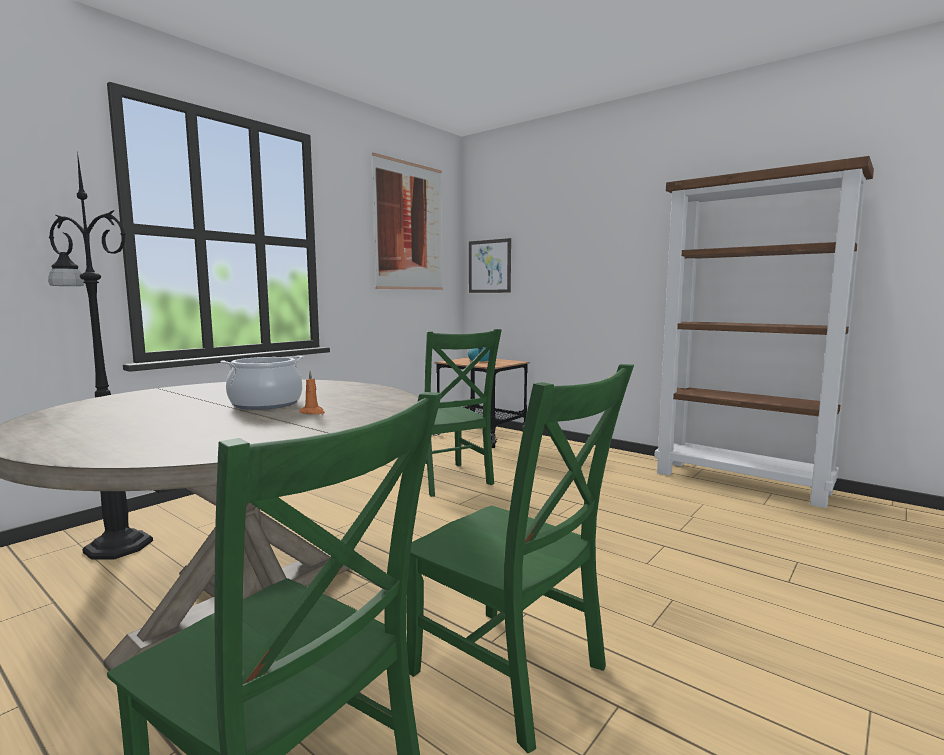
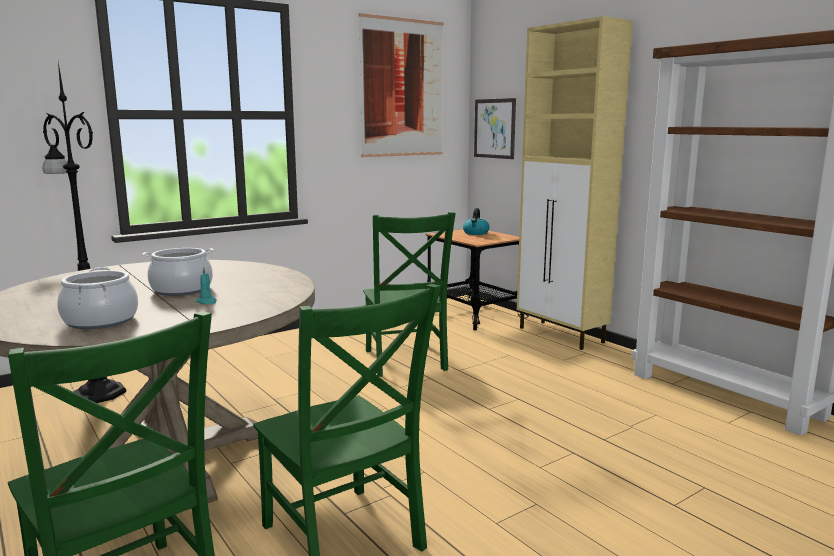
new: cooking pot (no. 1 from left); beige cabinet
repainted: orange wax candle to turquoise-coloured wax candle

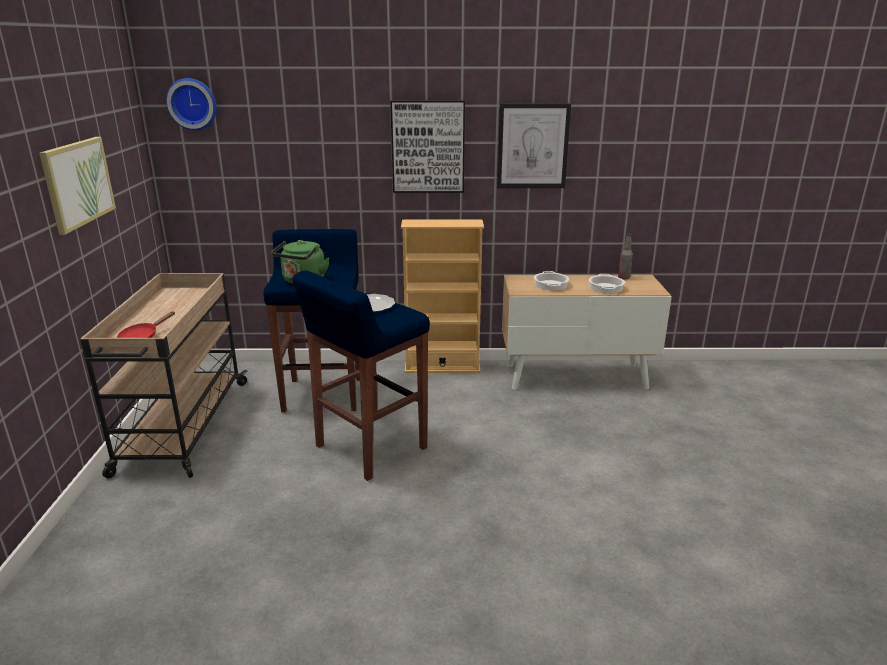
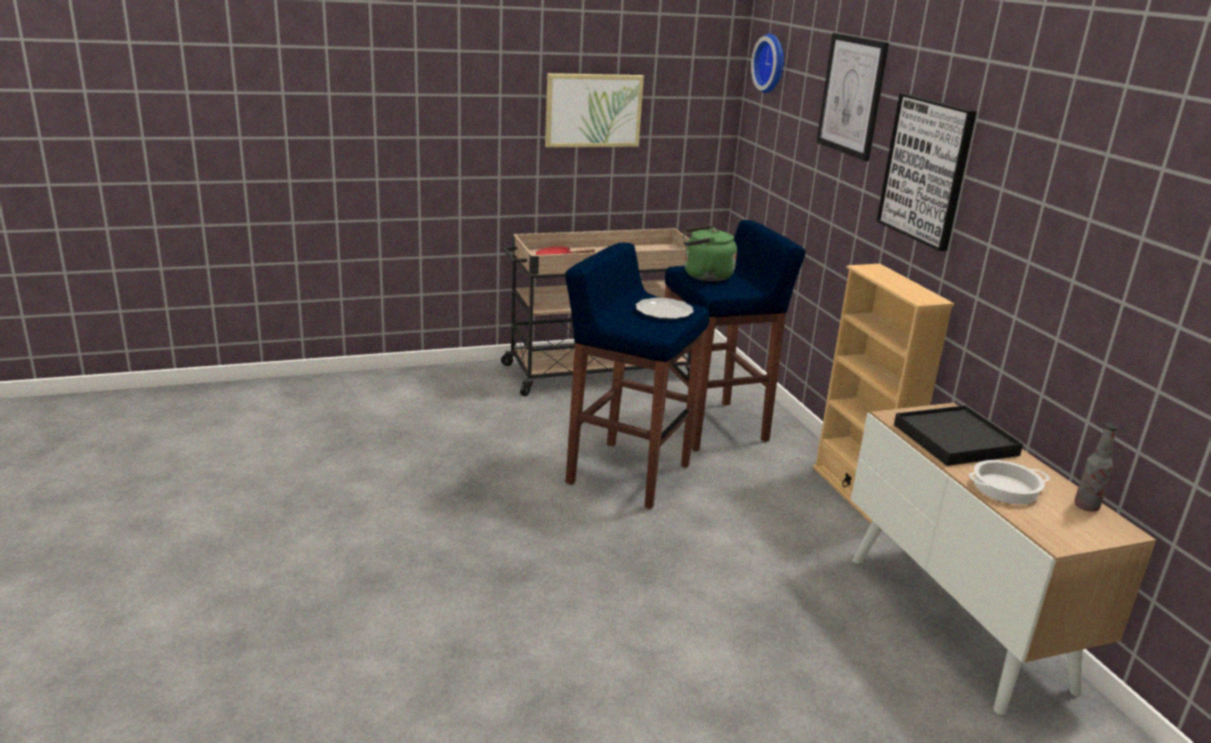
shifted: wall picture (no. 3 from left in the first image) to wall picture (no. 2 from left)
swapped: cooking pot (no. 1 from left) to black carrying tray

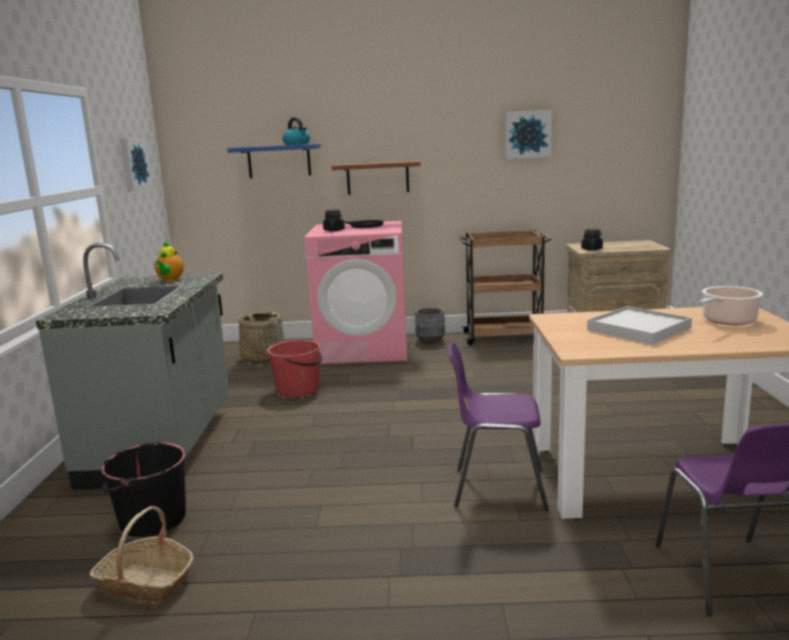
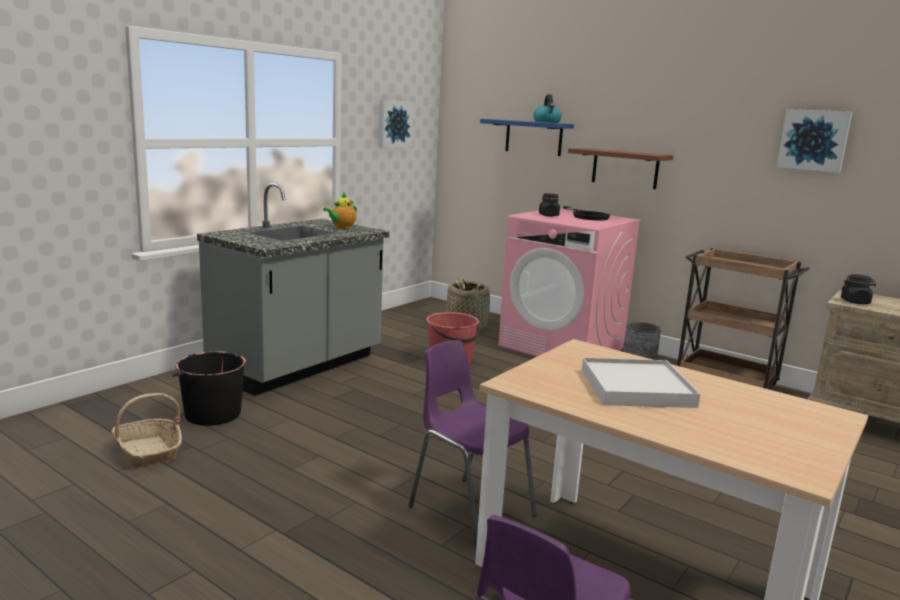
gone: cooking pot

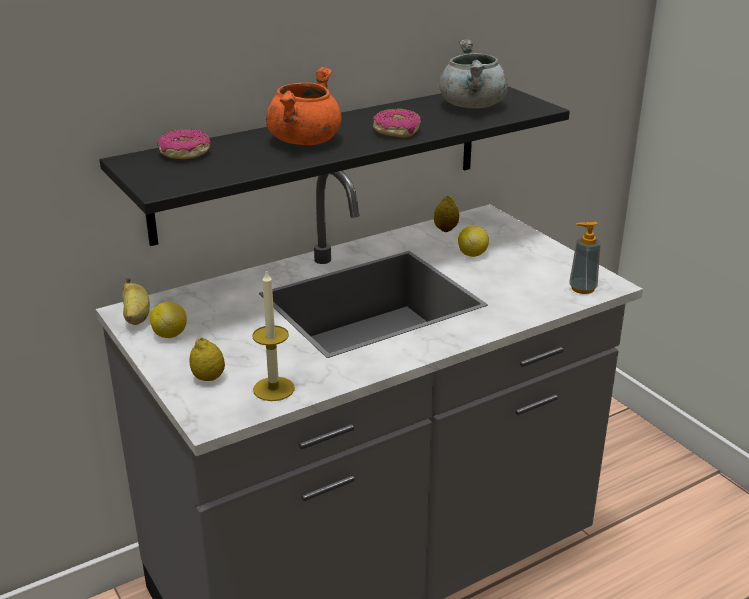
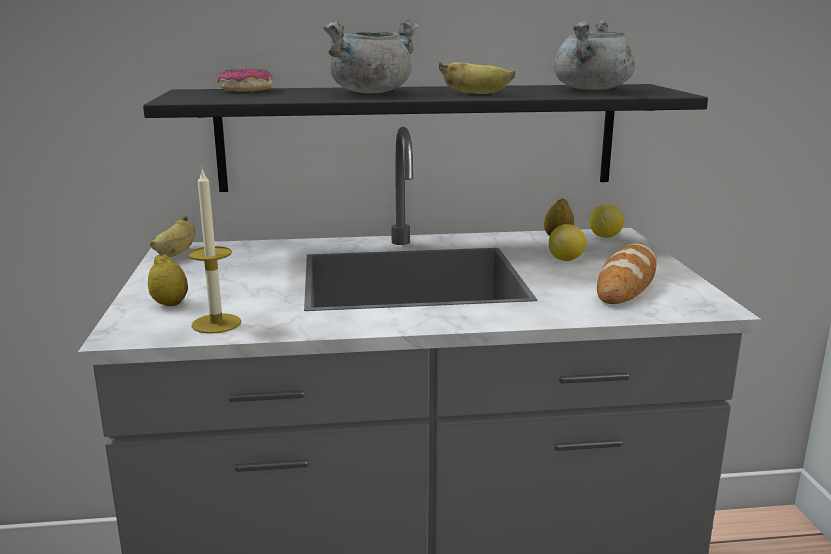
gone: liquid soap bottle
new: bread
shifted: citrus fruit (no. 1 from left in the first image) to citrus fruit (no. 4 from left)
swapped: doughnut (no. 2 from left) to banana (no. 2 from left)
repainted: orange cooking pot to grey cooking pot (no. 1 from left)

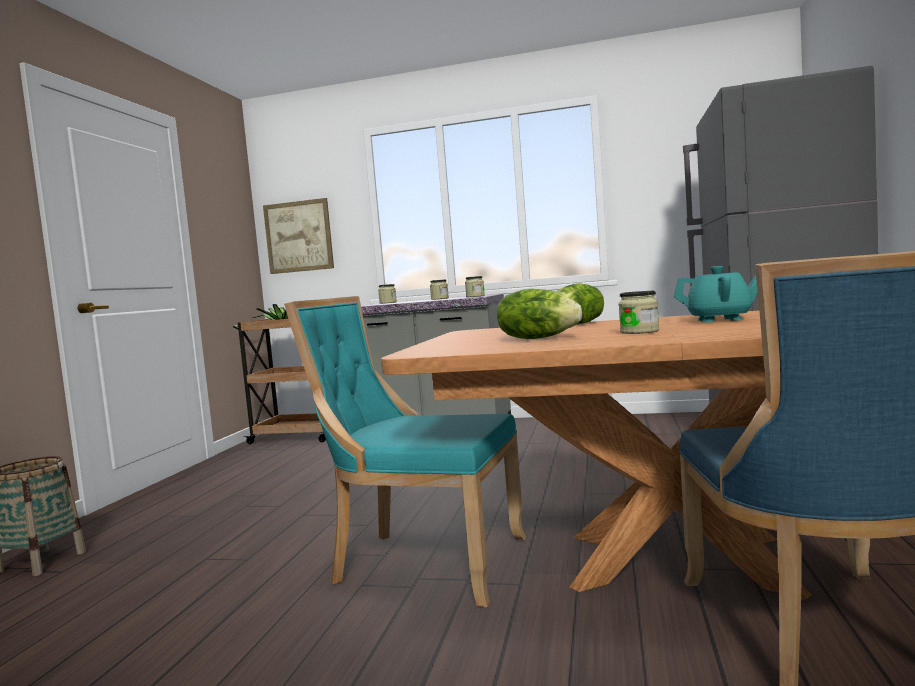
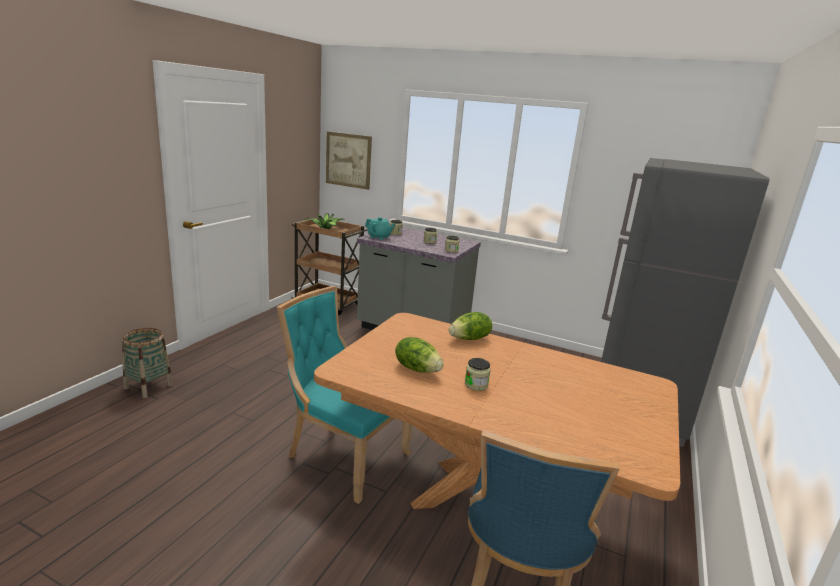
shifted: turquoise-coloured tea pot

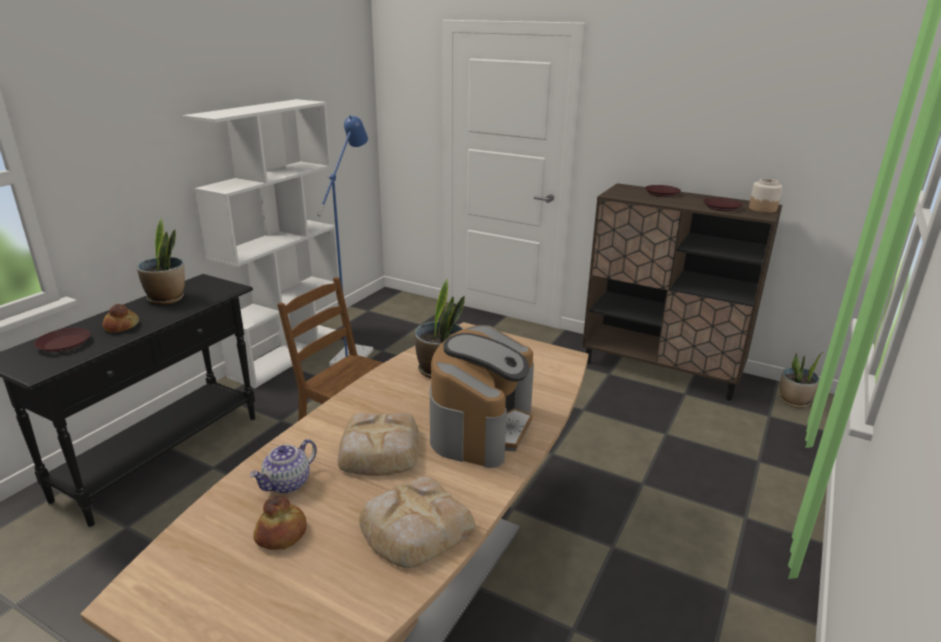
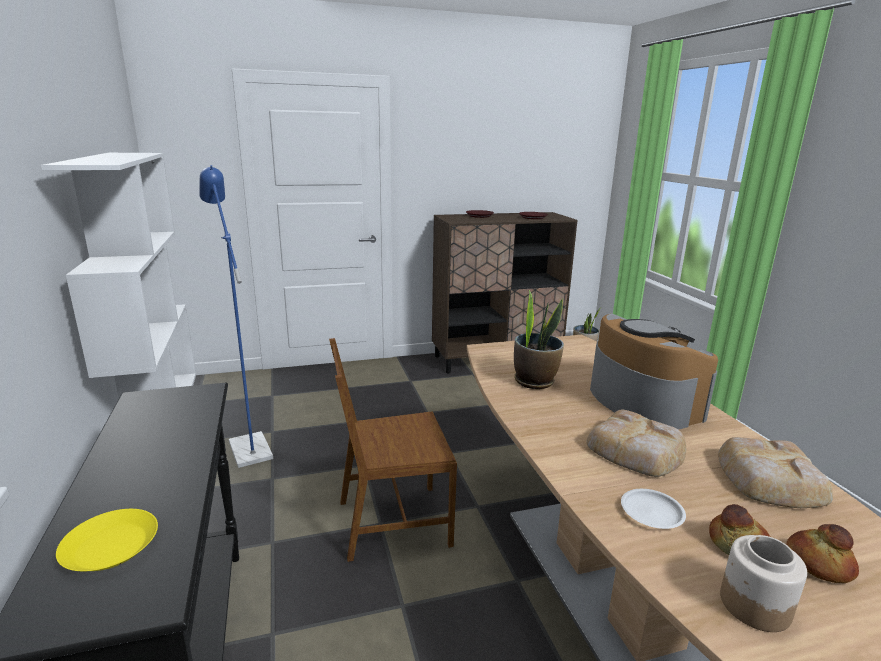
gone: potted plant (no. 1 from left)
shifted: jar; bread (no. 1 from left in the first image) to bread (no. 4 from left)
swapped: tea pot to white dinner plate
repainted: brown dinner plate (no. 1 from left) to yellow dinner plate

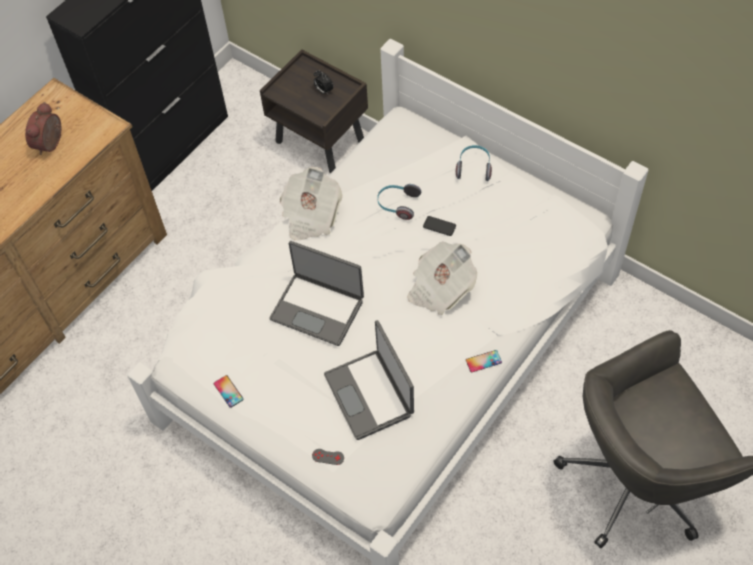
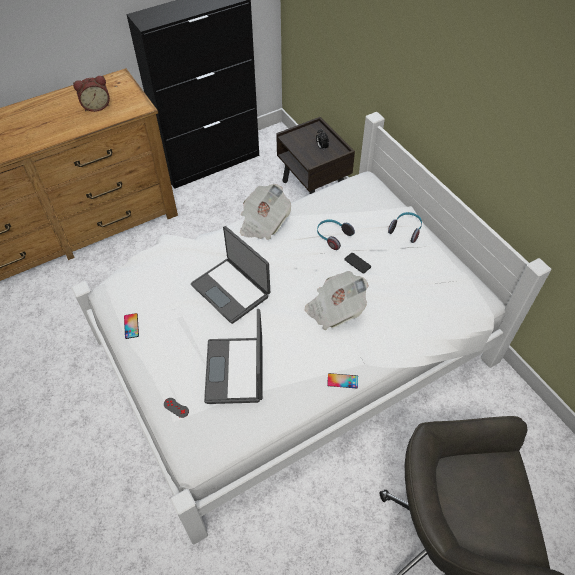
rotated: bedside clock (no. 1 from left) 150 degrees counterclockwise

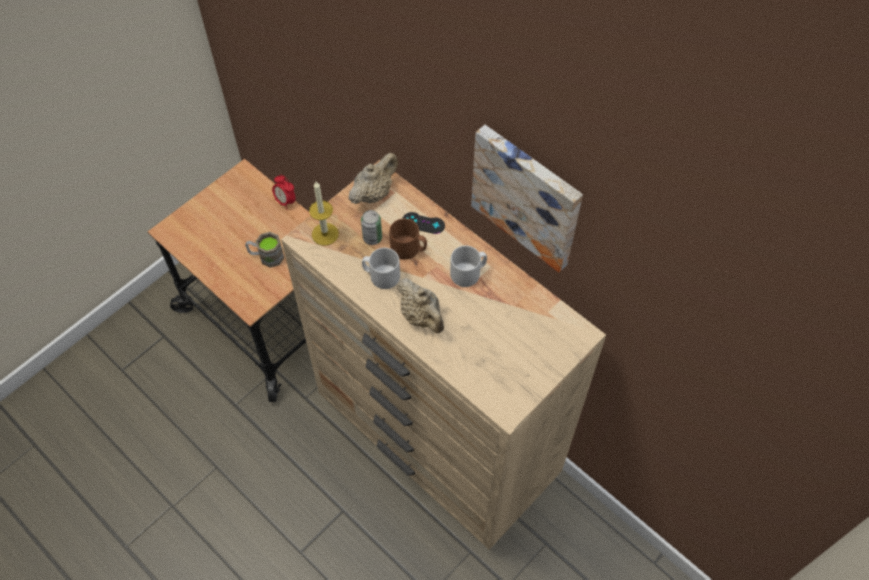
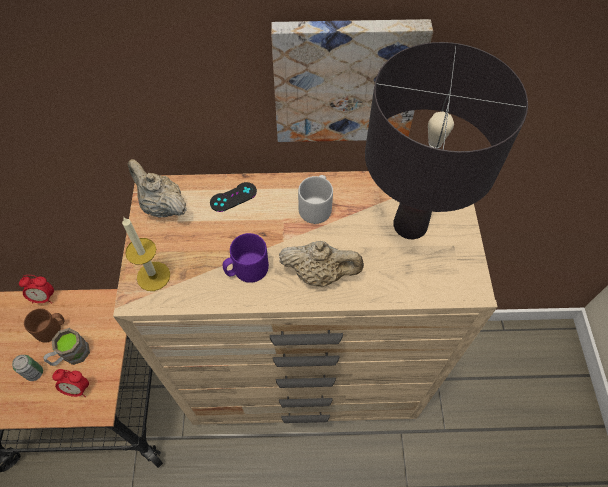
new: bedside clock (no. 2 from left); black lamp for a table
shifted: can; brown coffee mug (no. 2 from left in the first image) to brown coffee mug (no. 1 from left)
repainted: grey coffee mug (no. 1 from left) to purple coffee mug
rotated: beige tea pot (no. 1 from left) 45 degrees counterclockwise

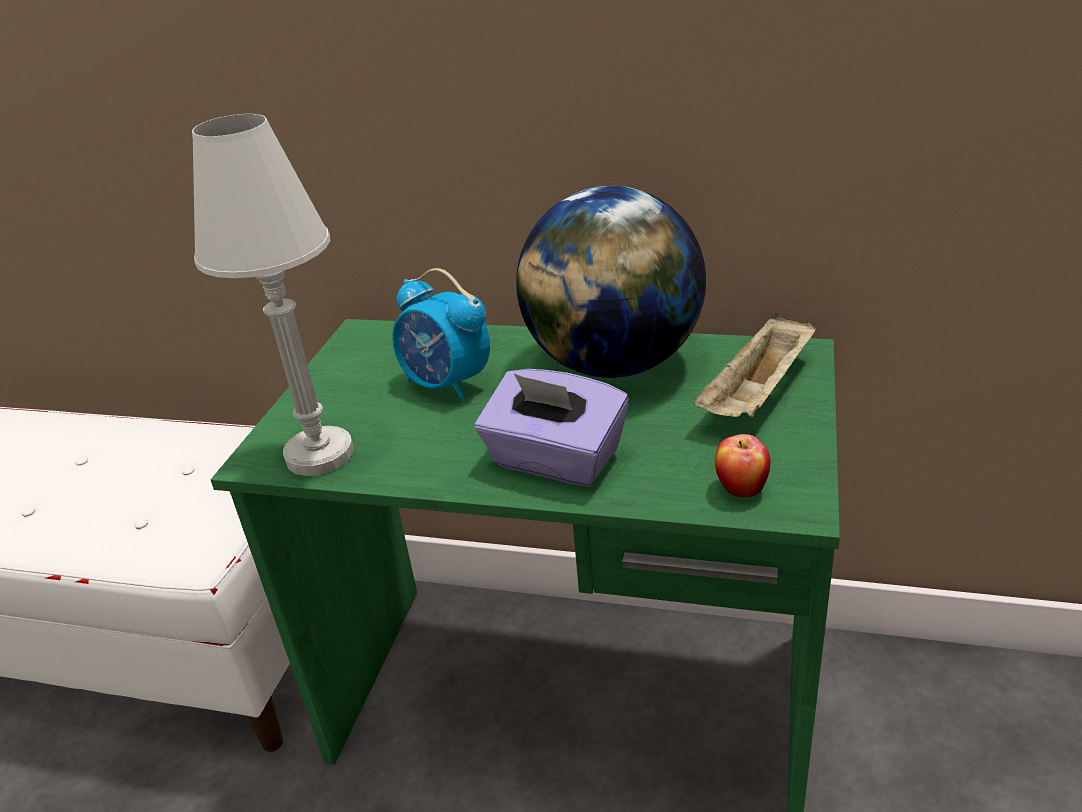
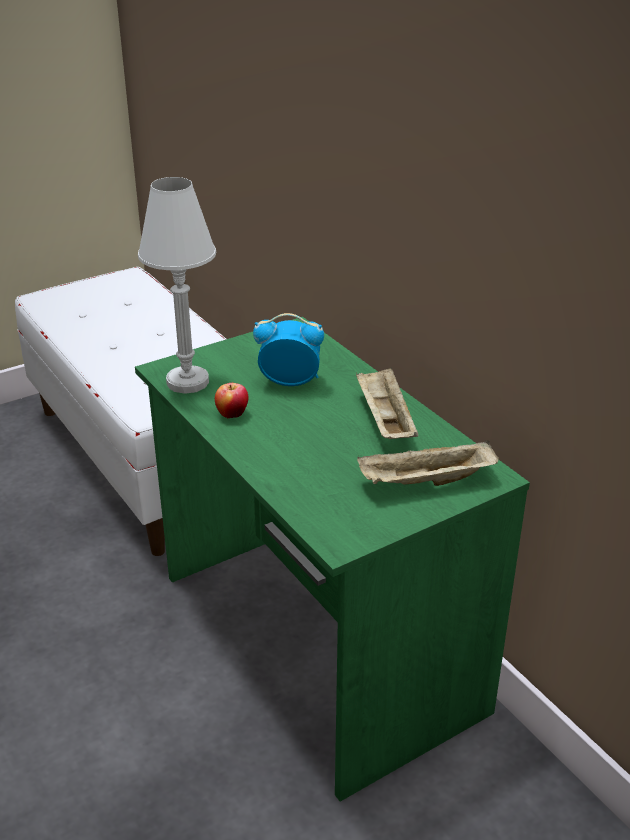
gone: purple box of tissues
shifted: whole apple
swapped: world globe to beige carrying tray (no. 1 from left)
rotated: bedside clock 105 degrees clockwise

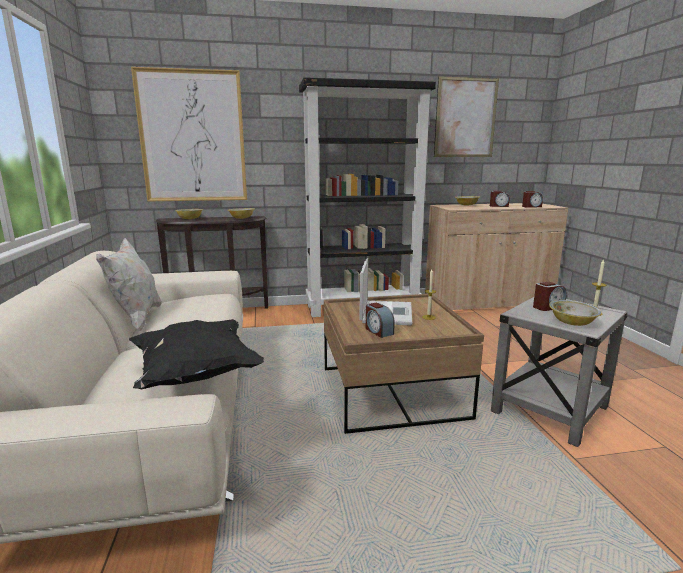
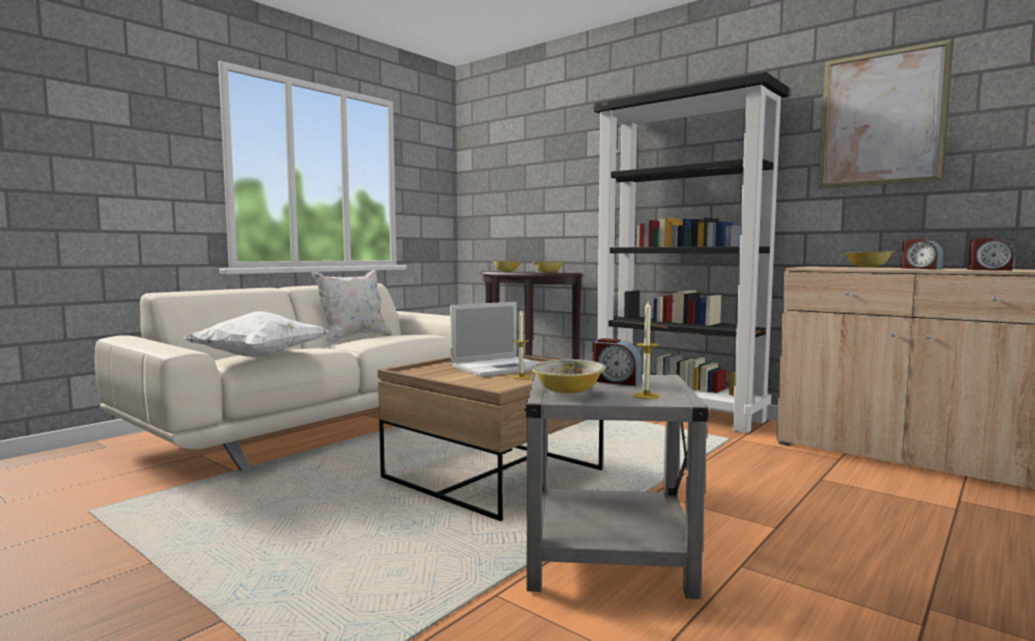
gone: wall picture (no. 1 from left); bedside clock (no. 1 from left)
repainted: black throw pillow to white throw pillow (no. 1 from left)

